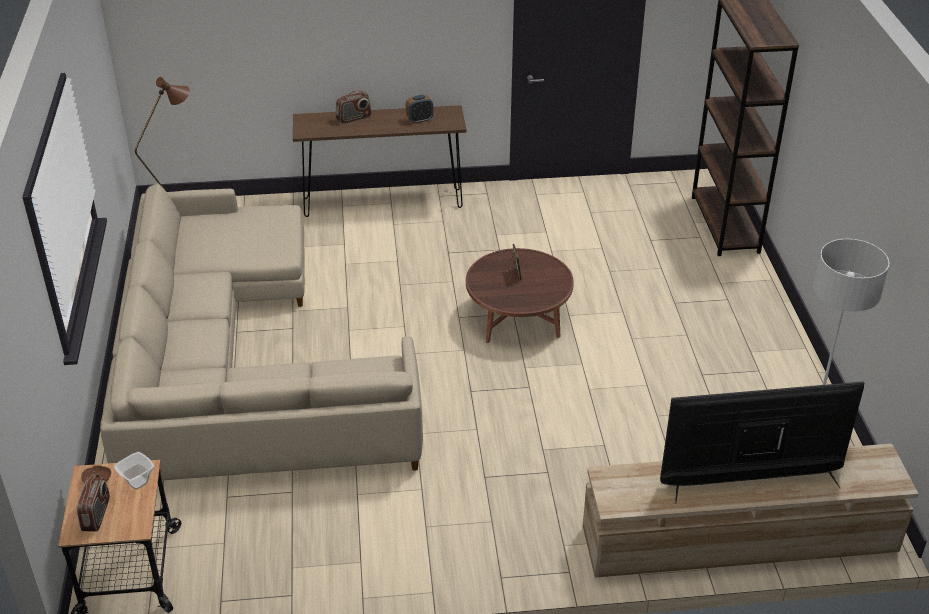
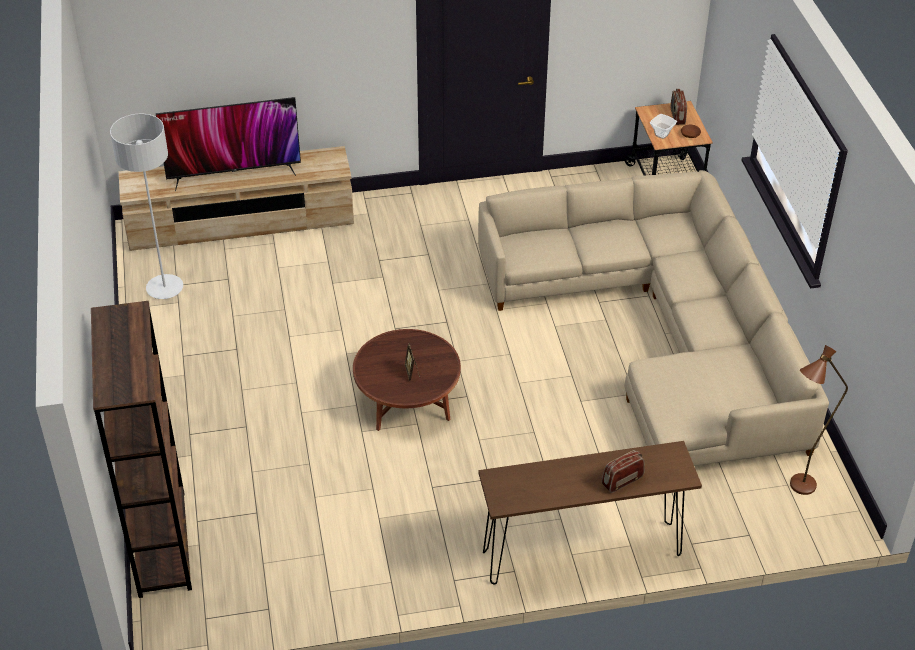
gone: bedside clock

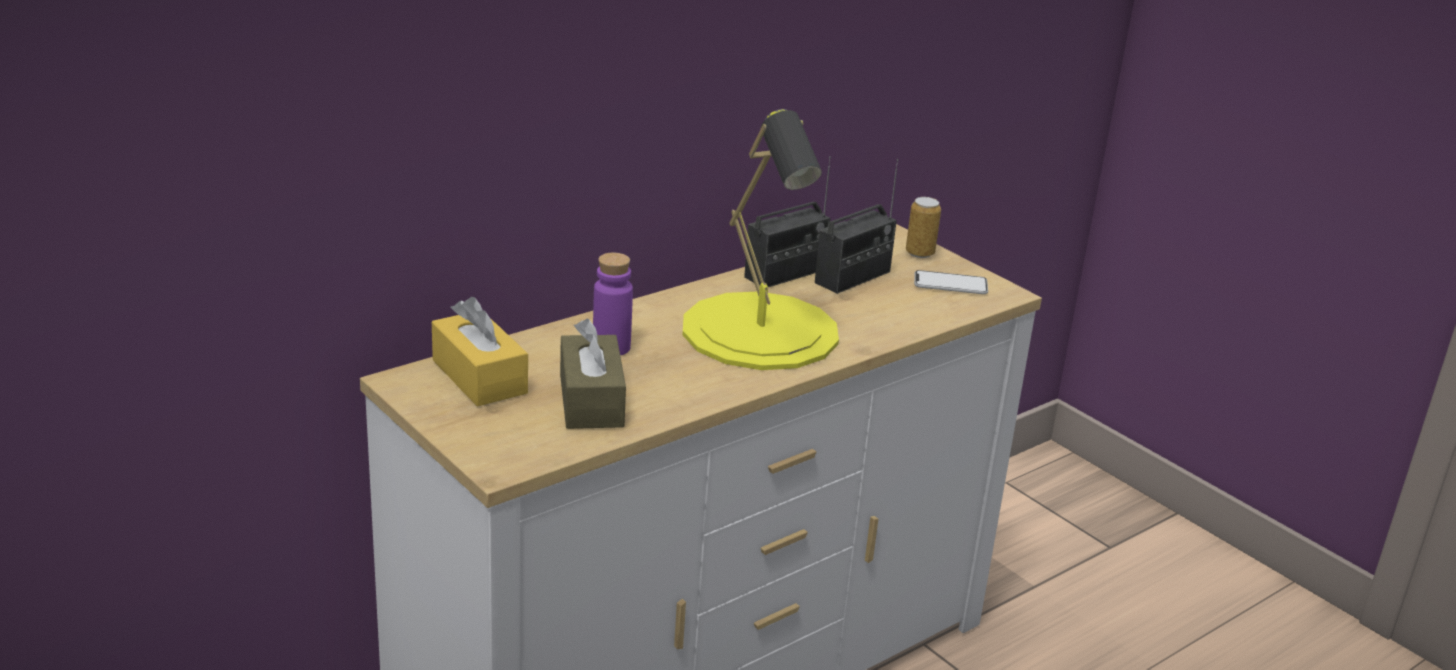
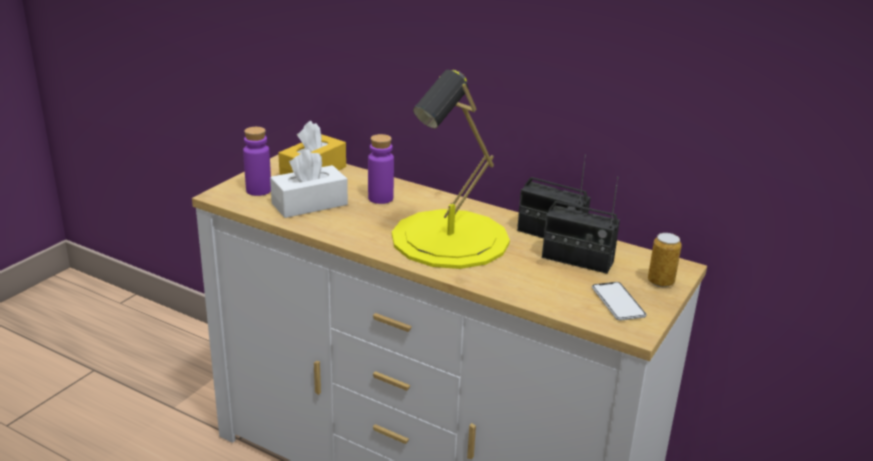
new: purple bottle (no. 1 from left)
repainted: brown box of tissues to white box of tissues

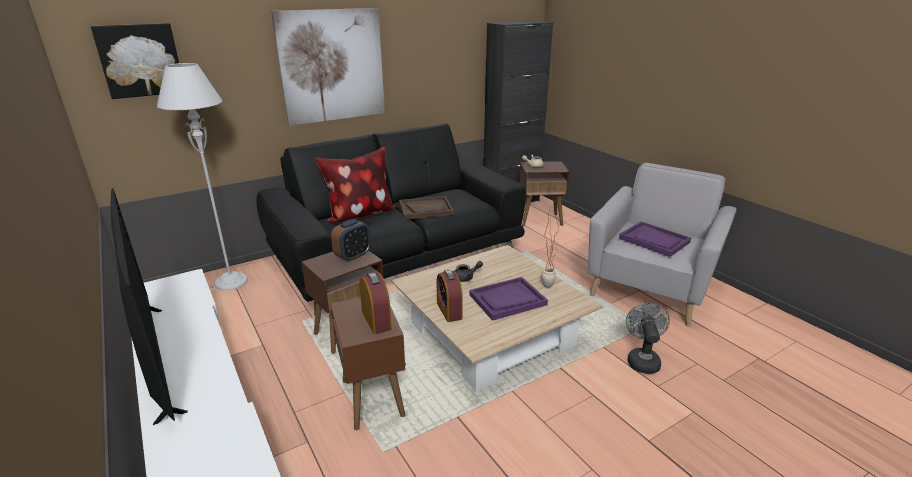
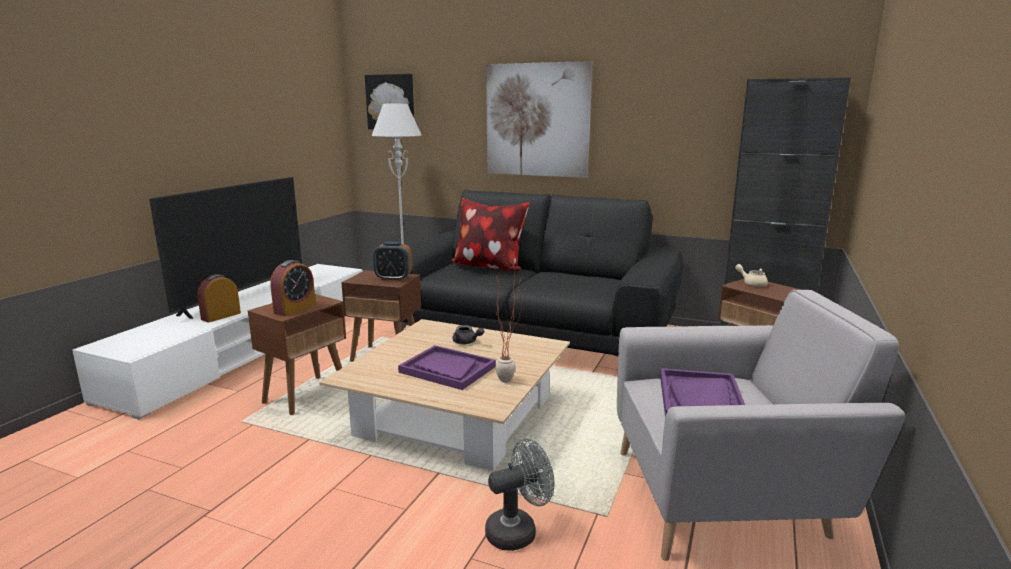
gone: brown carrying tray
shifted: bedside clock (no. 3 from left in the first image) to bedside clock (no. 1 from left)

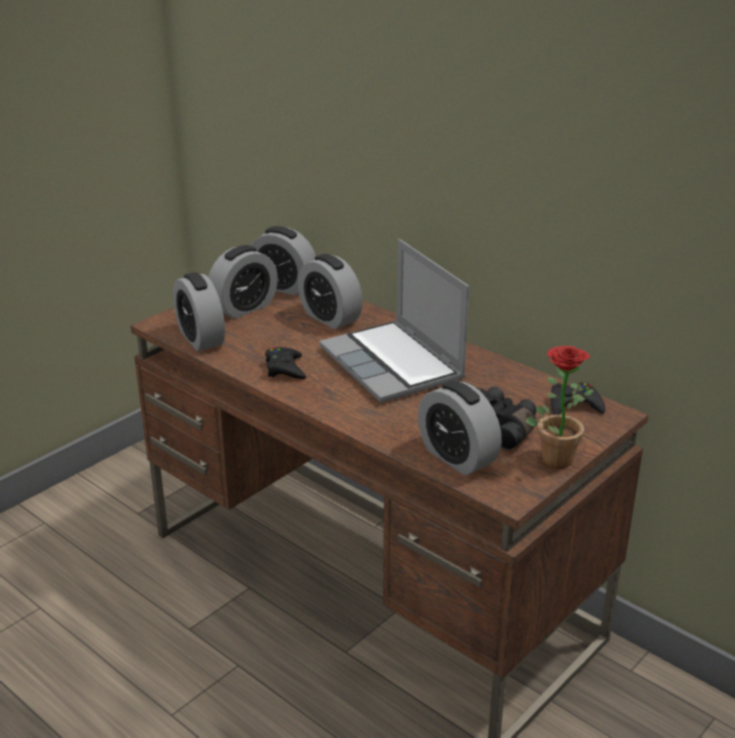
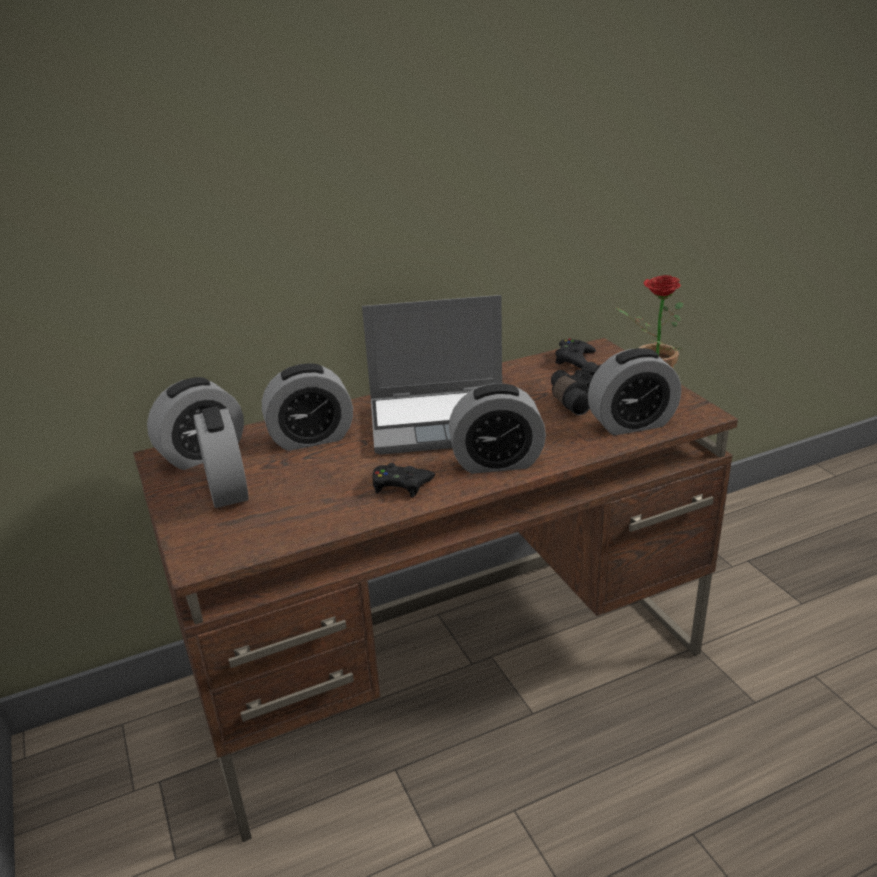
shifted: bedside clock (no. 1 from left in the first image) to bedside clock (no. 4 from left)

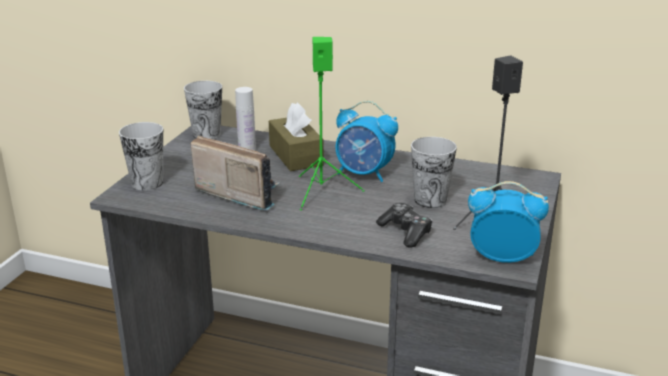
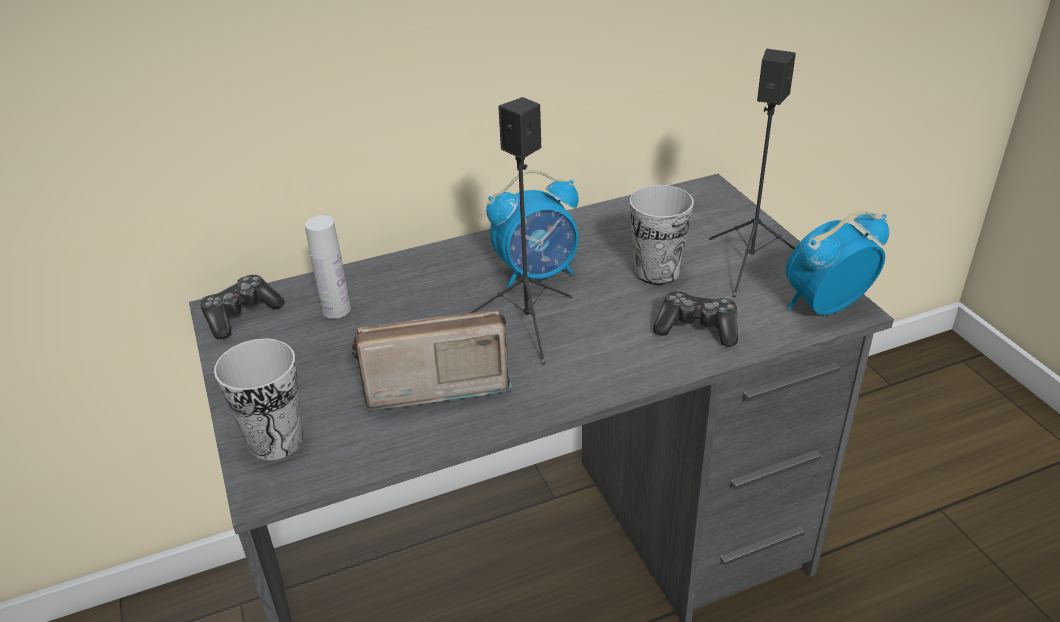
gone: brown box of tissues
swapped: small cup (no. 2 from left) to game controller (no. 1 from left)
repainted: green-coloured speaker to black speaker (no. 1 from left)

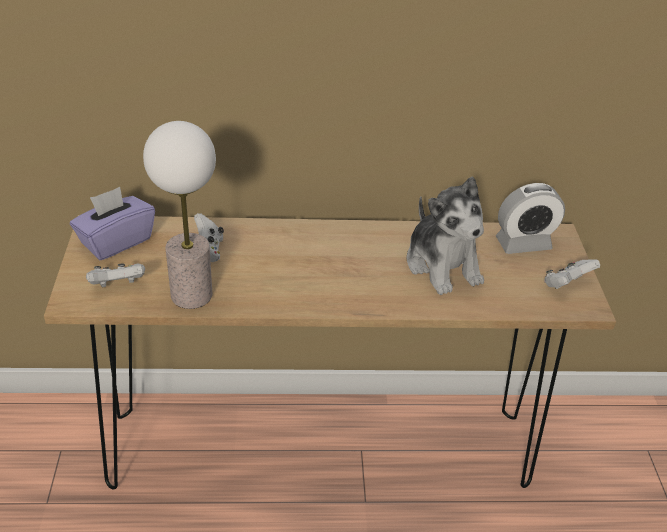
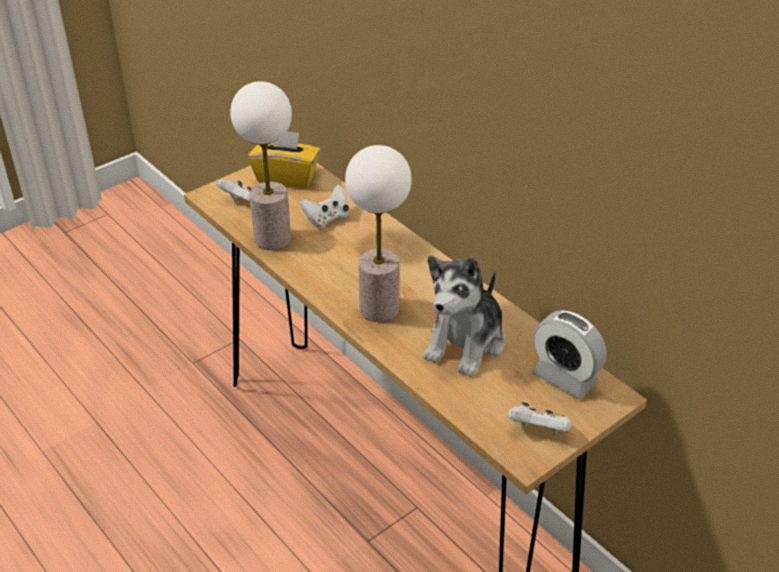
new: lamp for a table (no. 2 from left)
repainted: purple box of tissues to yellow box of tissues

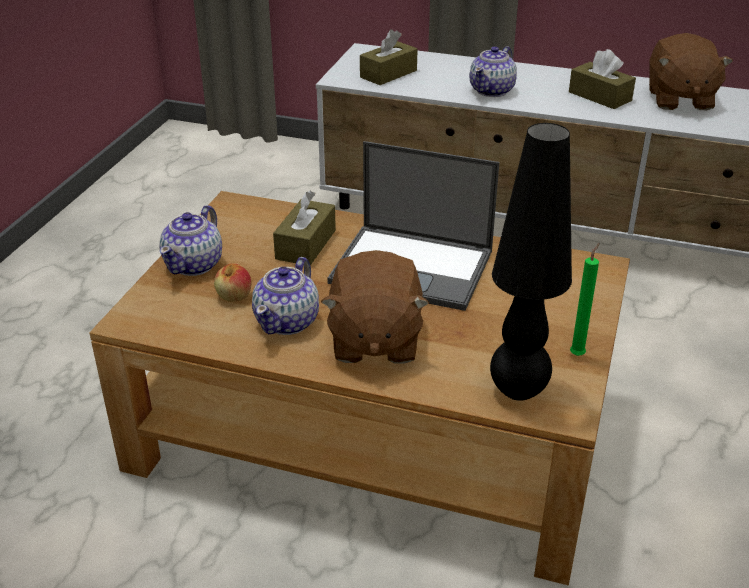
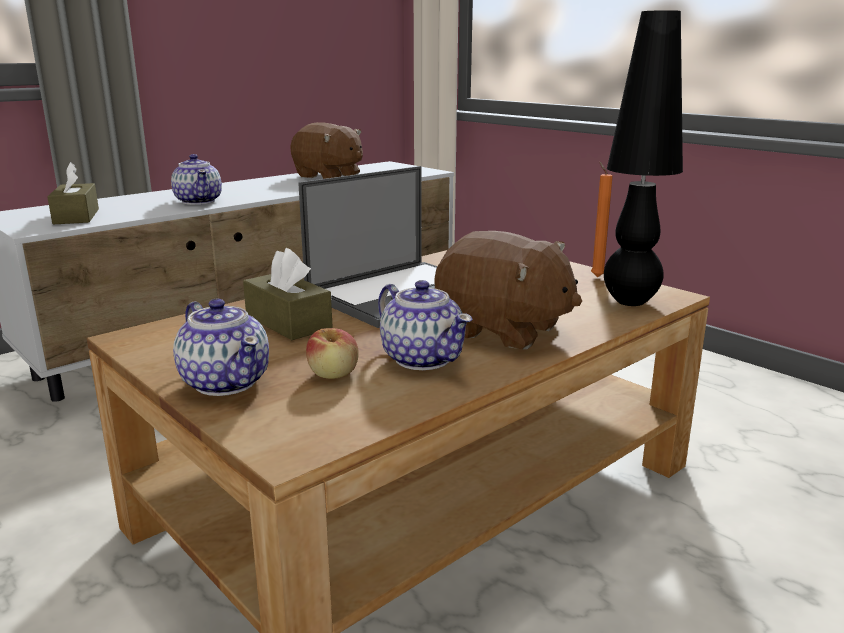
gone: brown box of tissues (no. 3 from left)
repainted: green-coloured wax candle to orange wax candle

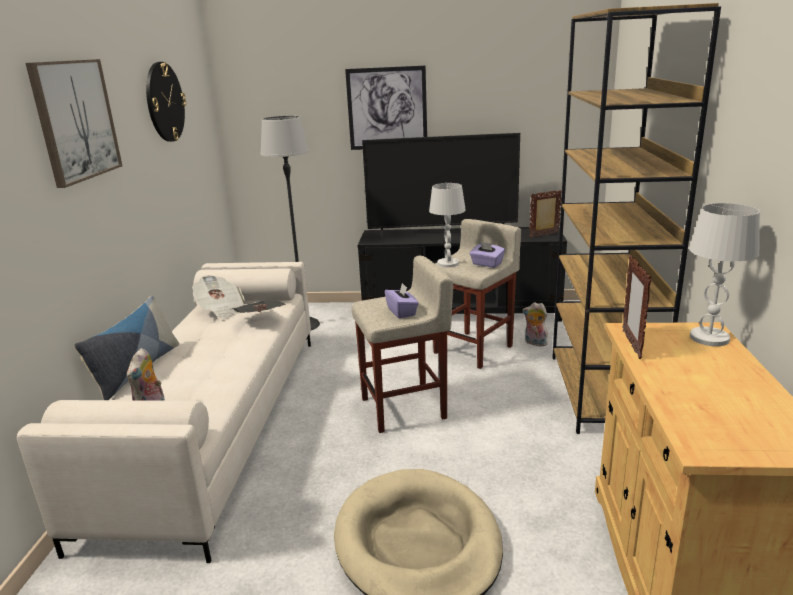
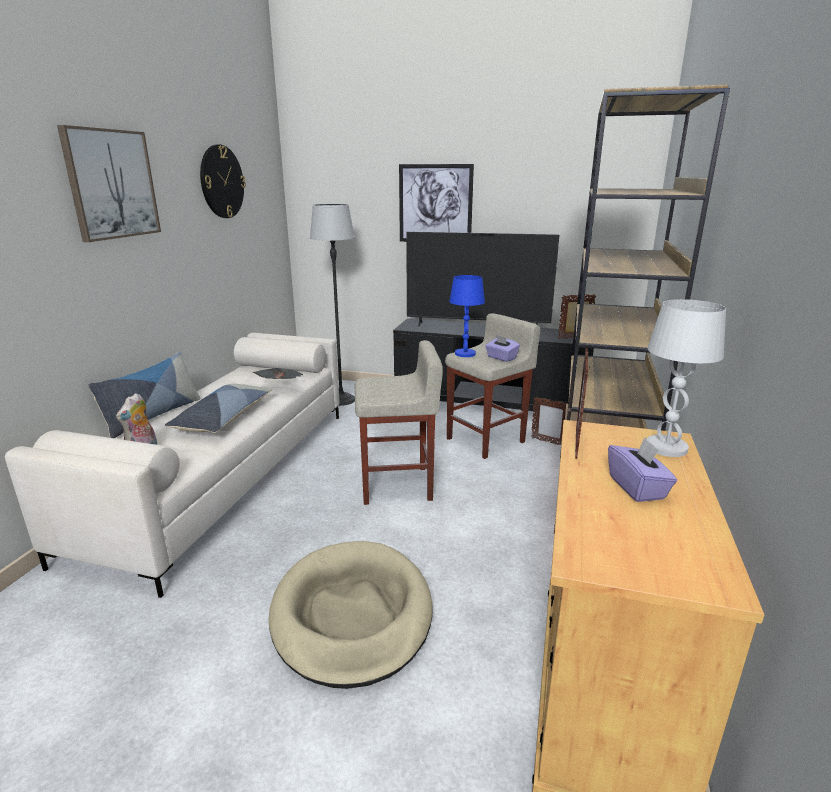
gone: printed paper (no. 1 from left)
new: throw pillow (no. 2 from left)
shifted: purple box of tissues (no. 1 from left in the first image) to purple box of tissues (no. 2 from left)
swapped: plush toy (no. 2 from left) to photo frame (no. 1 from left)
repainted: white lamp for a table (no. 1 from left) to bluish lamp for a table

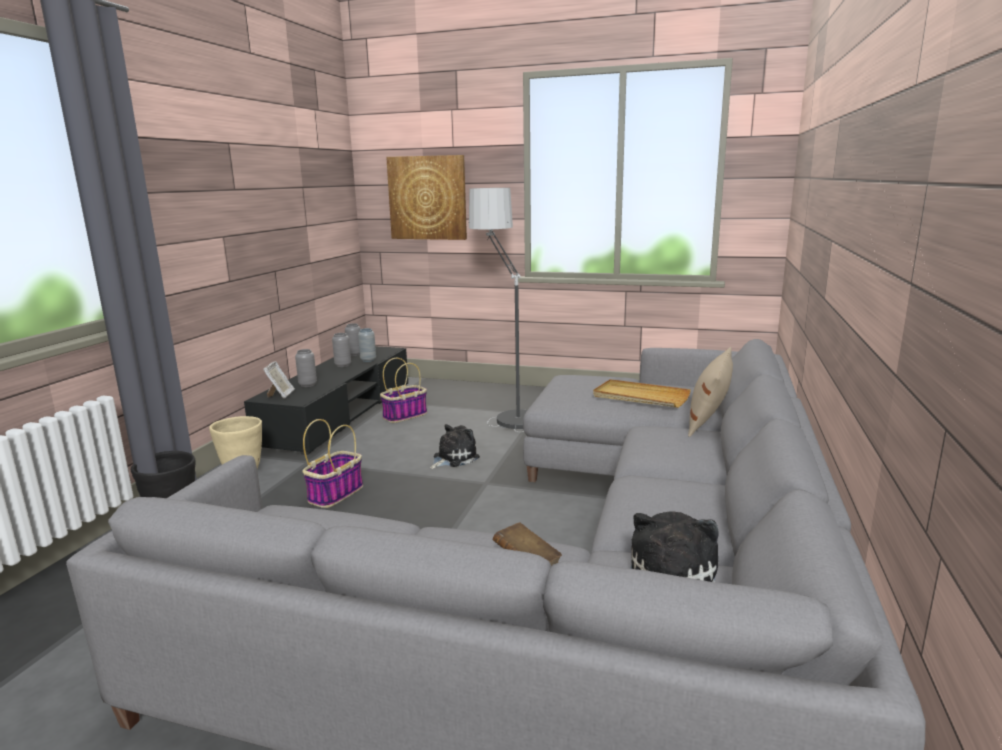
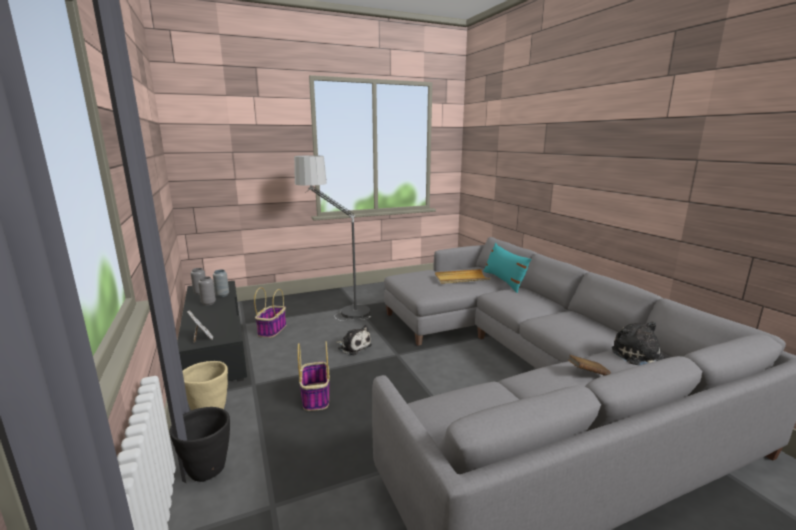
gone: grey decorative vase (no. 1 from left); wall picture
repainted: beige throw pillow to turquoise-coloured throw pillow
rotated: plush toy (no. 1 from left) 120 degrees clockwise

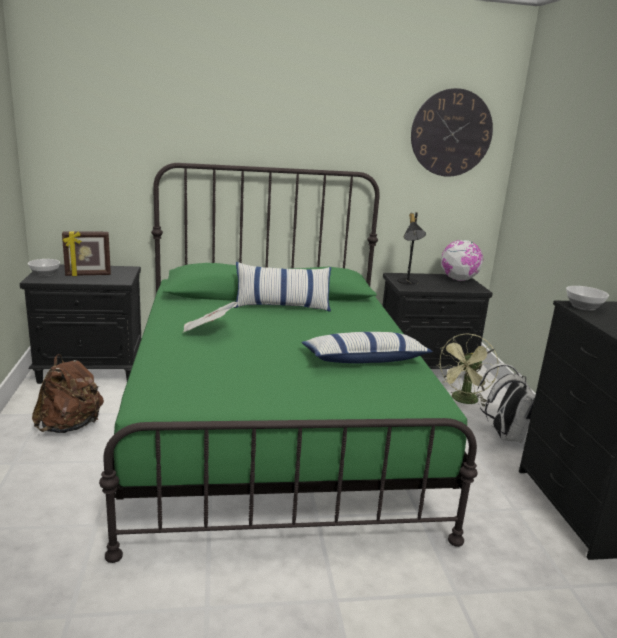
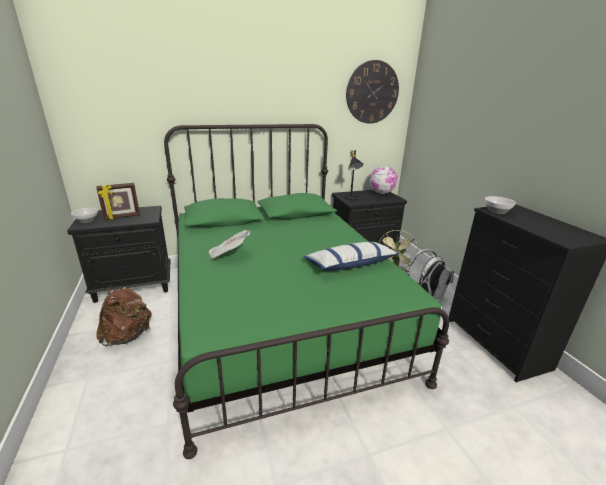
gone: throw pillow (no. 1 from left)

